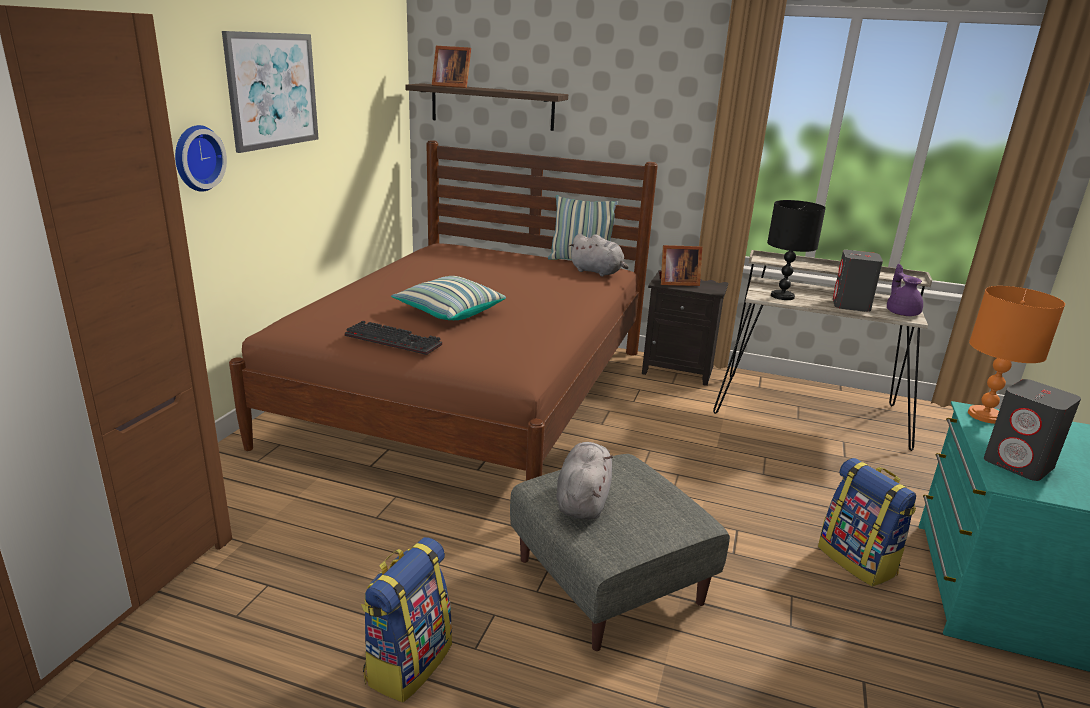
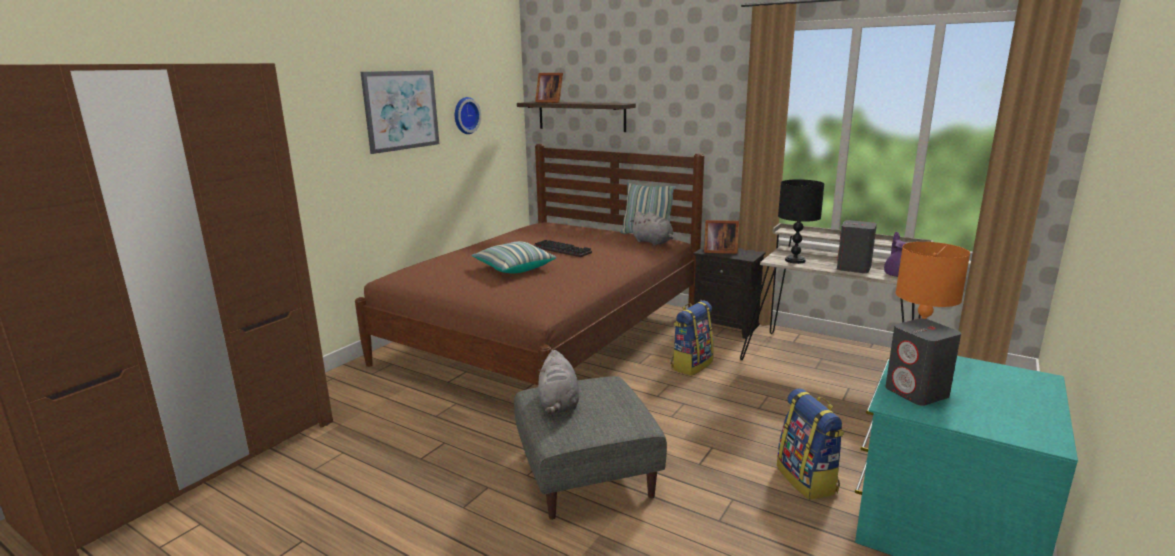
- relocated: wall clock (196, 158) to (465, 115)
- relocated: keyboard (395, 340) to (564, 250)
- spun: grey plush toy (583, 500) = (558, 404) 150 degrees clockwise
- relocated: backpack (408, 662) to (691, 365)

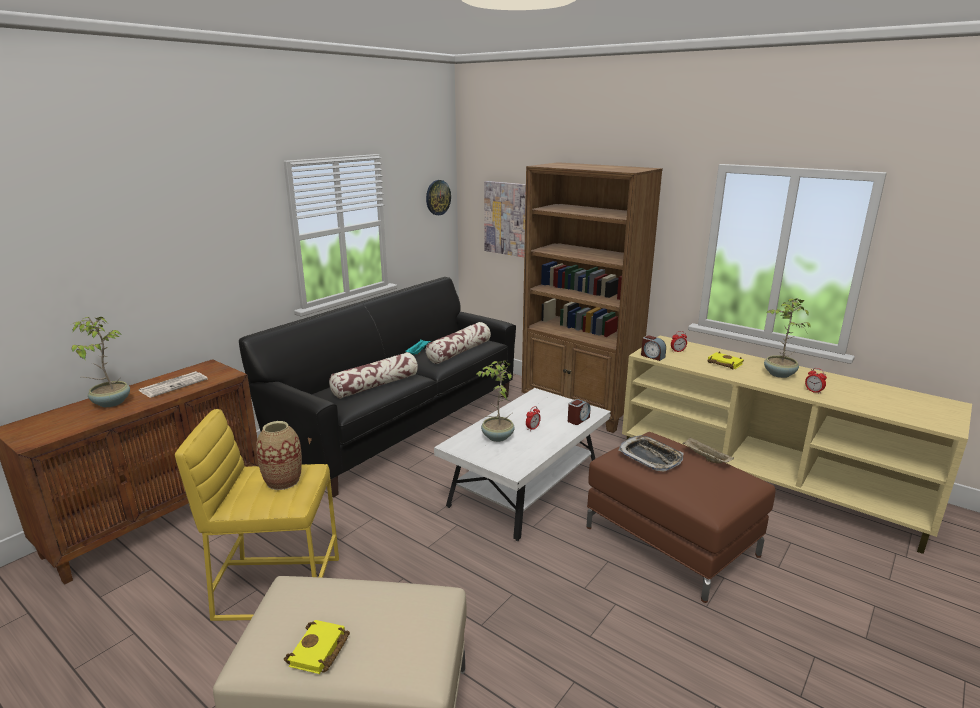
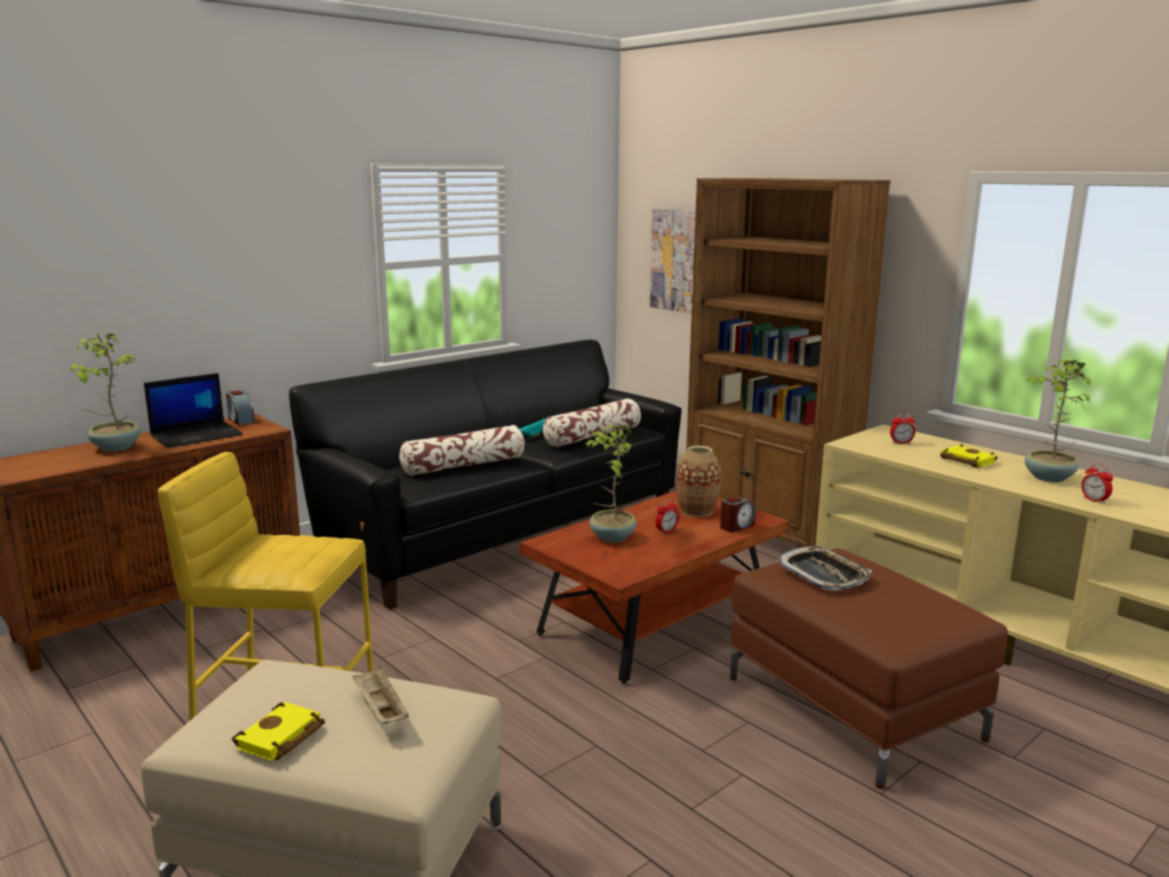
- missing: wall clock (437, 197)
- relocated: alarm clock (652, 356) to (240, 420)
- exchanged: newspaper (174, 385) to laptop (197, 435)
- colour: white coffee table (525, 489) to brown coffee table (656, 624)
- relocated: vase (283, 481) to (697, 511)
- relocated: beige tray (705, 458) to (380, 710)

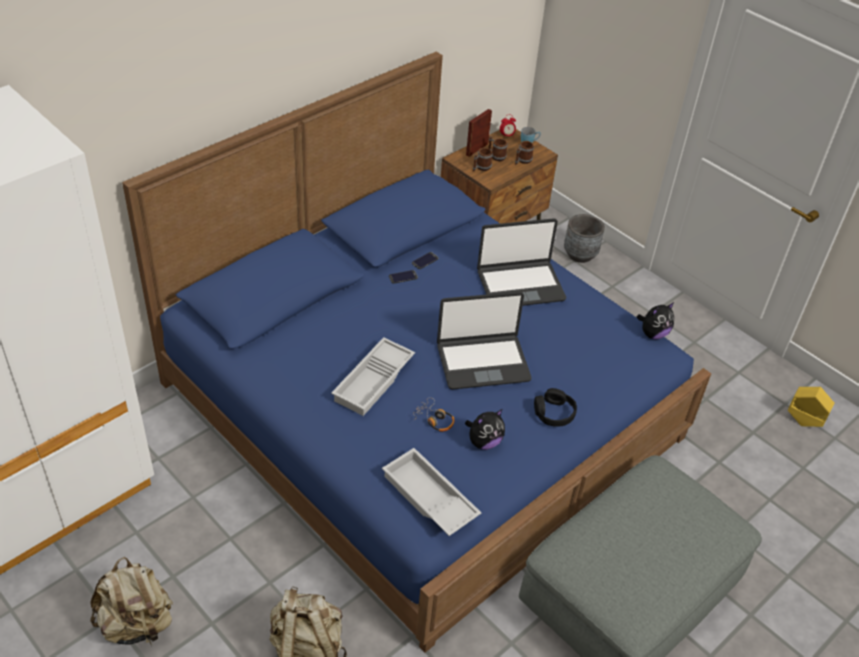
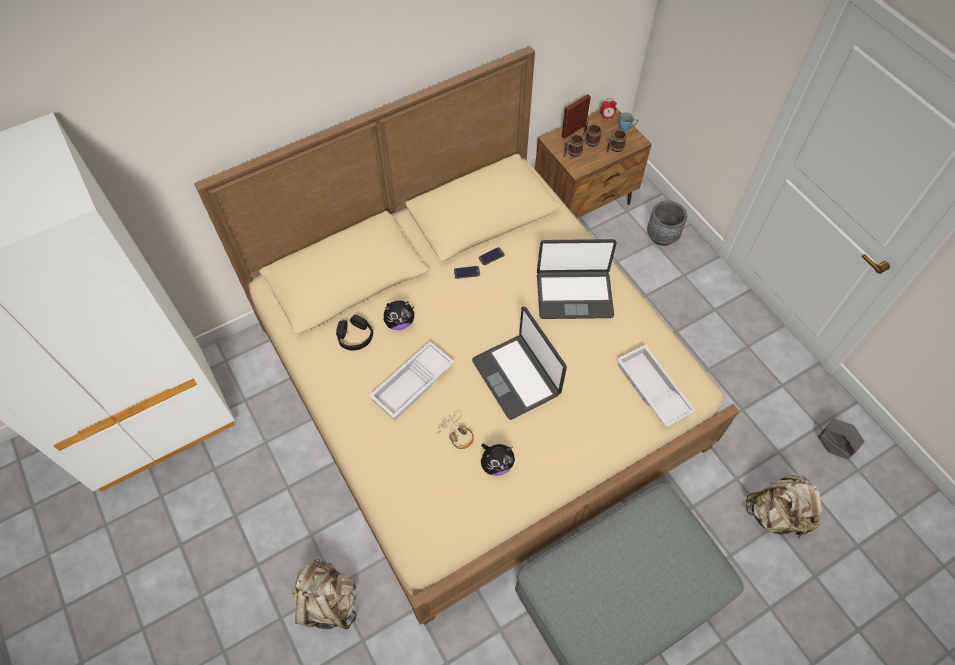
- colour: blue bed (421, 409) to beige bed (476, 383)
- spun: laptop (482, 362) = (517, 377) 60 degrees clockwise
- relocated: plush toy (653, 334) to (399, 322)
- colour: yellow planter (803, 421) to grey planter (832, 447)
- relocated: black headphones (554, 413) to (355, 336)
- relocated: white tray (428, 498) to (651, 389)
- relocated: beige backpack (137, 624) to (776, 514)

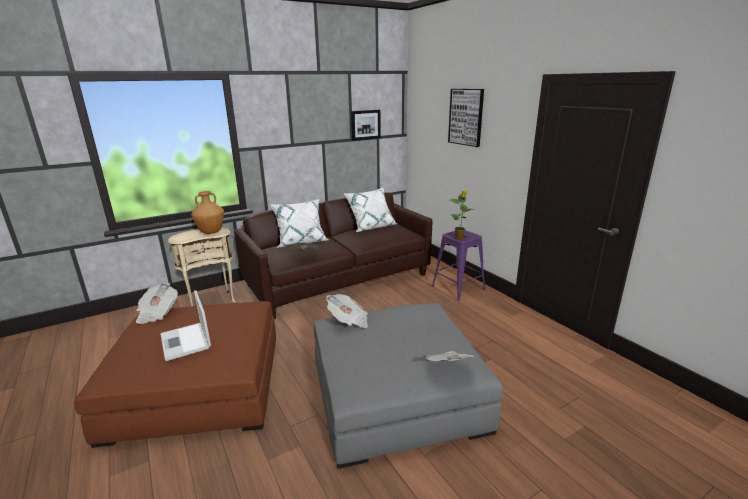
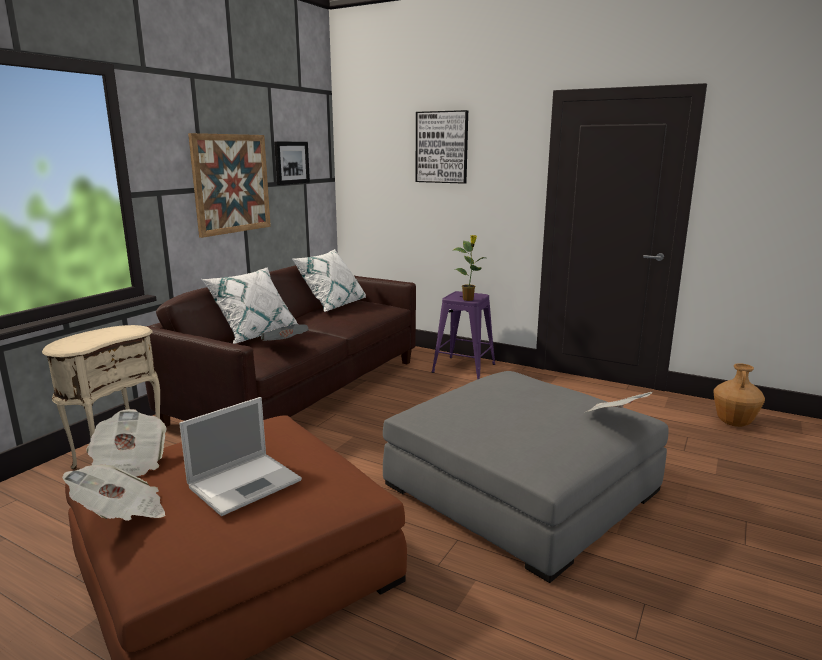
- relocated: brown vase (211, 232) to (733, 423)
- spun: laptop (186, 342) = (246, 482) 75 degrees counterclockwise
- relocated: newspaper (349, 321) to (121, 514)
- appeared: picture (231, 184)

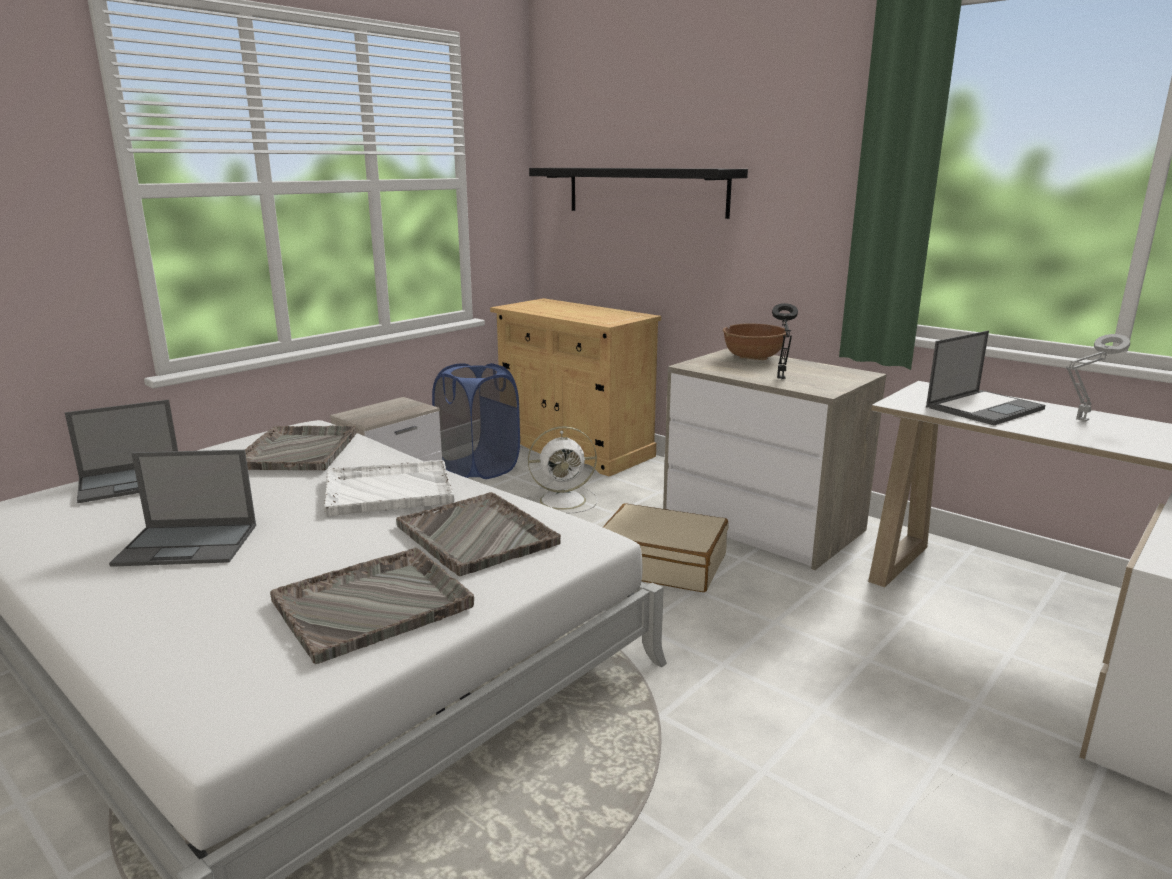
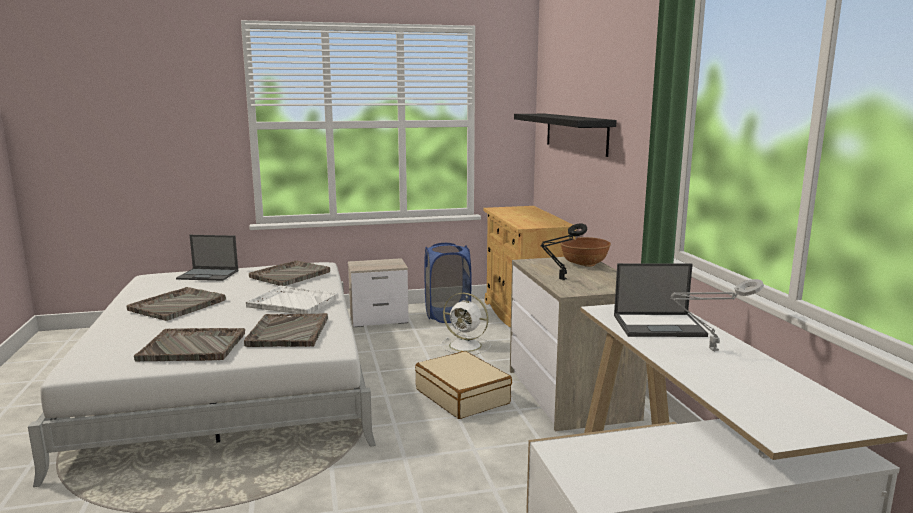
- exchanged: laptop (189, 544) to grey tray (178, 305)

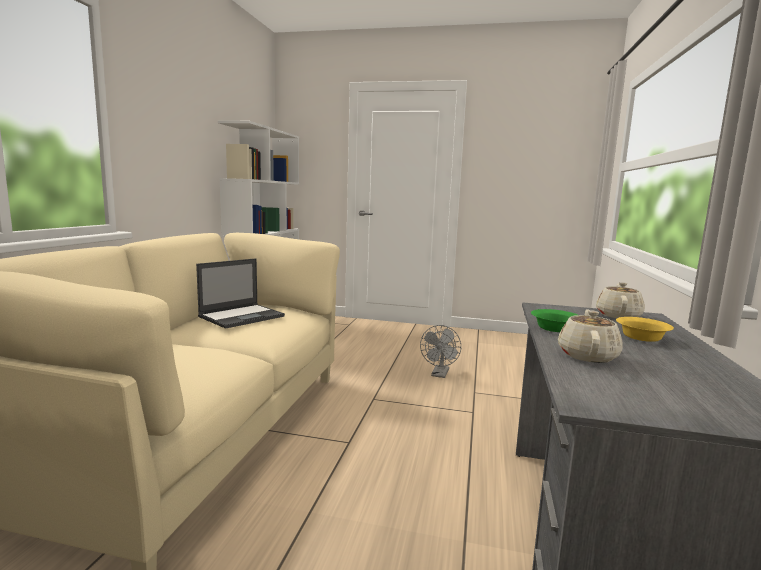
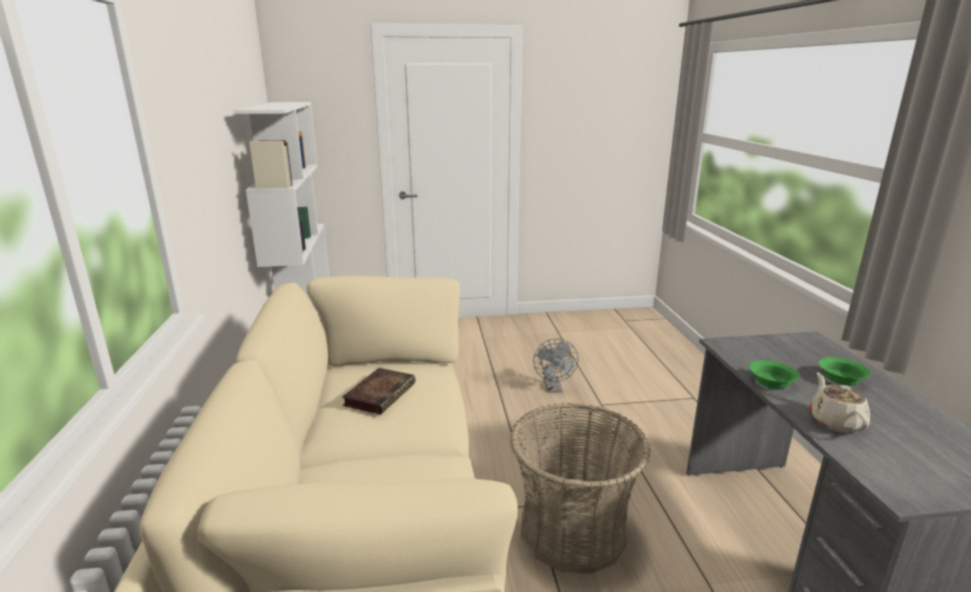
- exchanged: laptop (242, 316) to book (380, 393)
- missing: beige teapot (618, 315)
- colour: yellow bowl (643, 337) to green bowl (842, 379)
- appeared: basket (572, 530)

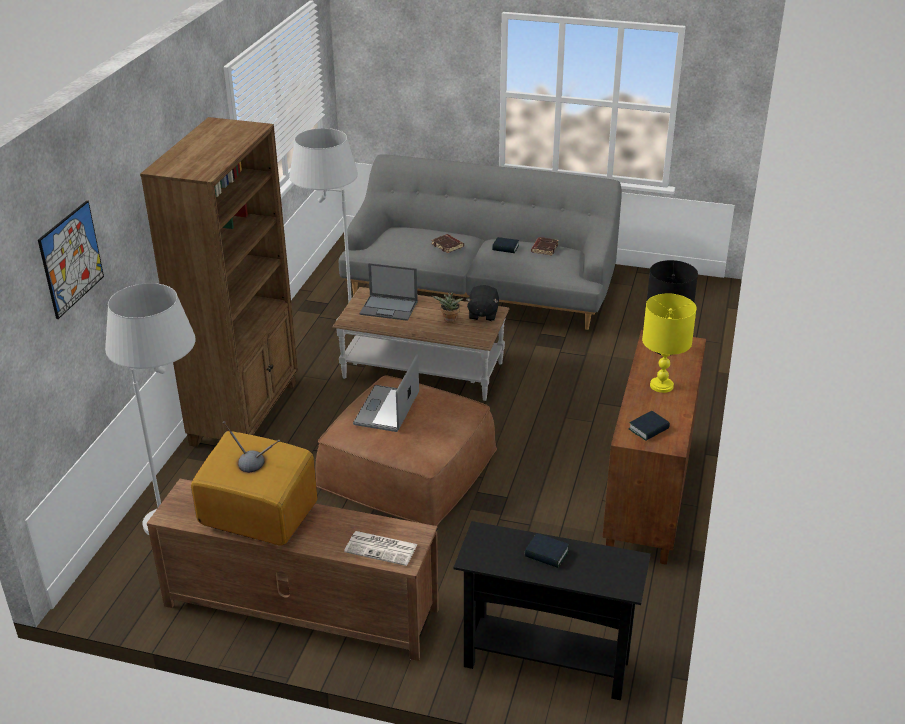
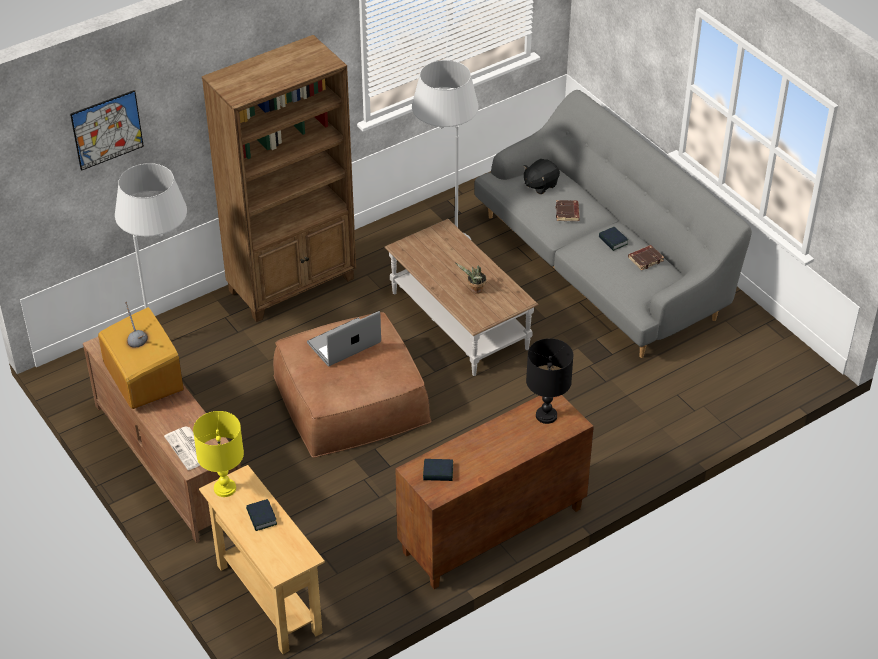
- missing: laptop (389, 308)
- relocated: black plush toy (482, 314) to (540, 185)
- relocated: yellow table lamp (661, 386) to (224, 489)
- colour: black console table (546, 662) to beige console table (269, 598)

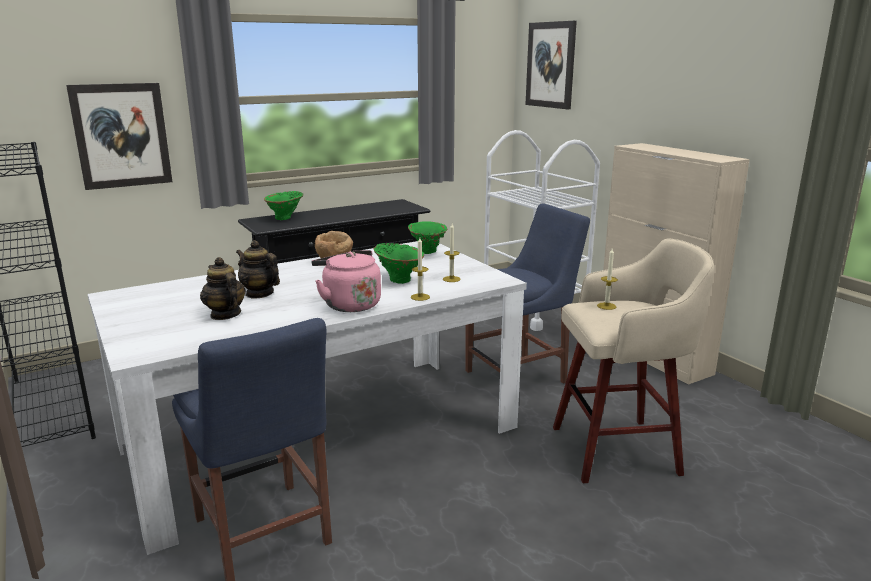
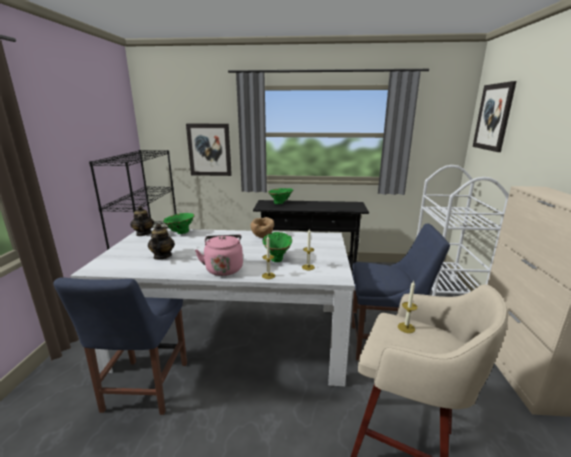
- relocated: green vase (427, 252) to (180, 233)
- relocated: teapot (259, 294) to (143, 234)

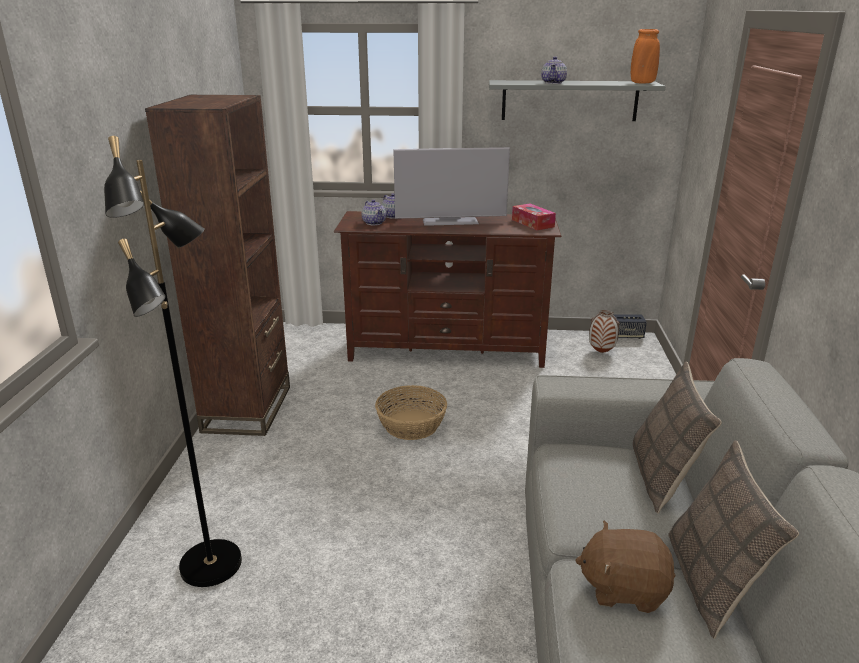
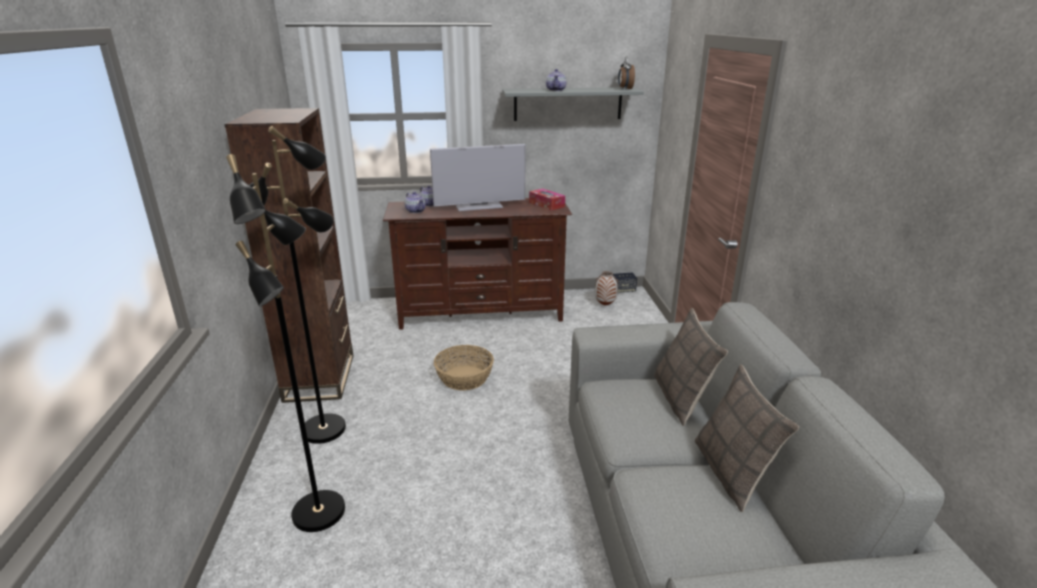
- exchanged: orange vase (642, 83) to alarm clock (625, 89)
- missing: brown plush toy (623, 588)
- appeared: black floor lamp (324, 428)

